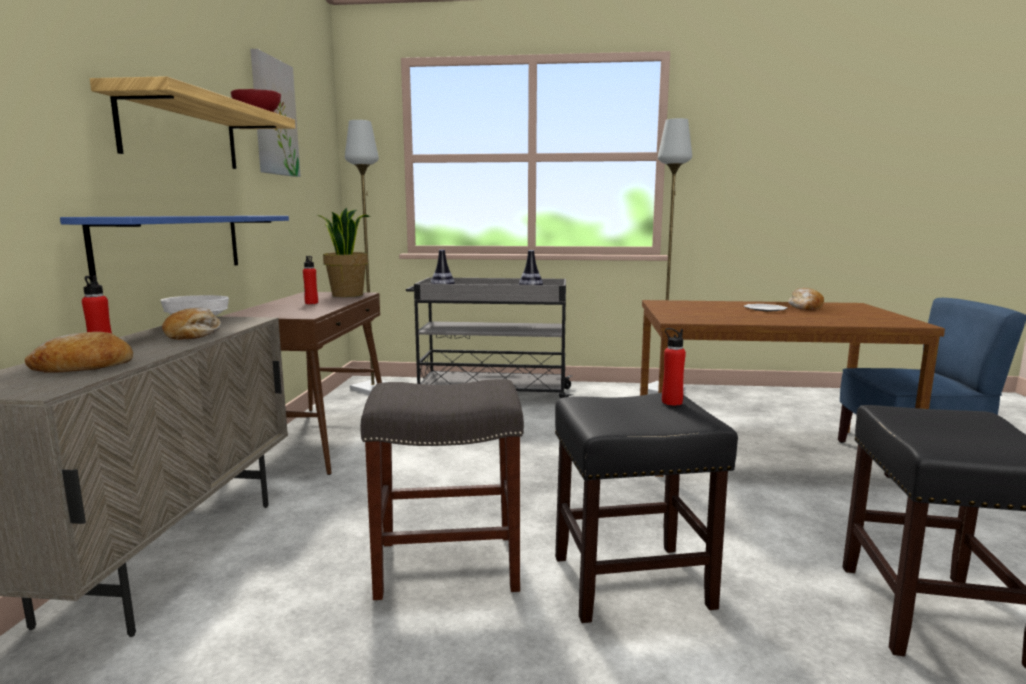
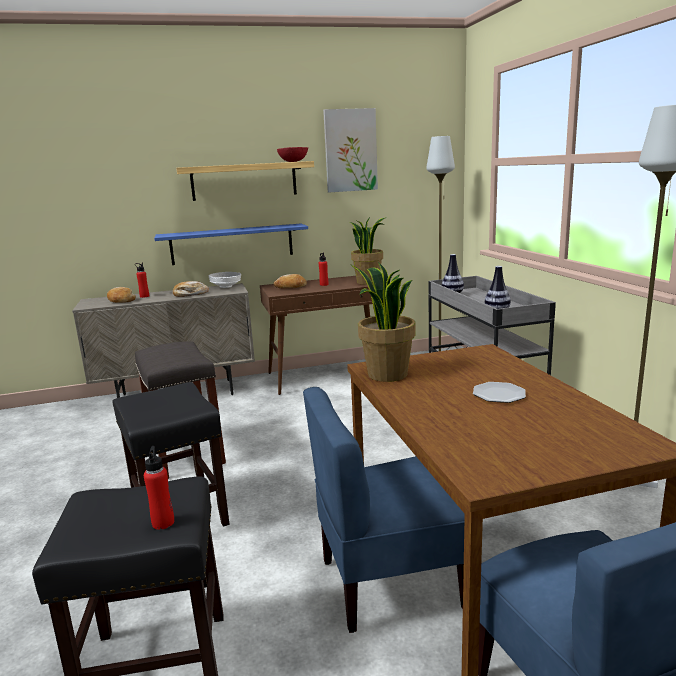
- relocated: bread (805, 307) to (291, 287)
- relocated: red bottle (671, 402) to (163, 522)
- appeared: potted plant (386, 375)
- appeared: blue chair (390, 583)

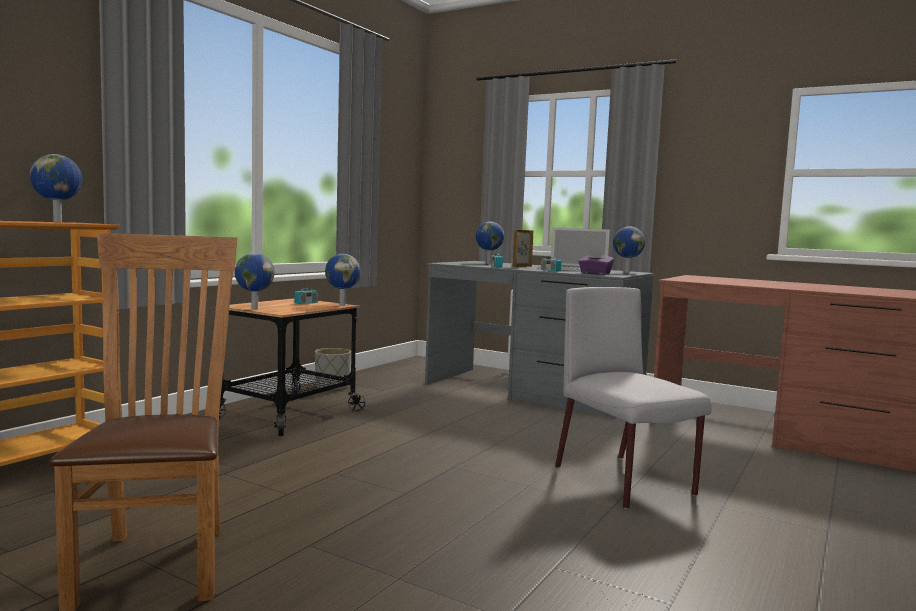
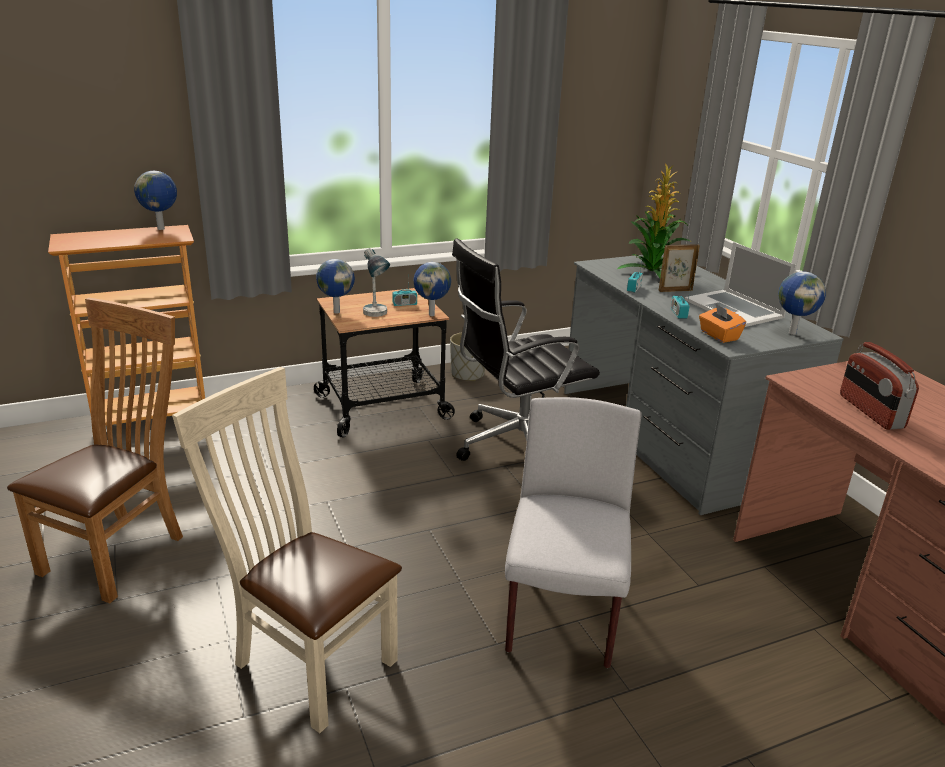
- exchanged: globe (488, 264) to potted plant (653, 271)
- colour: purple tissue box (595, 274) to orange tissue box (718, 336)
- appeared: black office chair (516, 446)
- appeared: table lamp (376, 316)
- appeared: radio (870, 411)
- appeared: beige chair (307, 660)

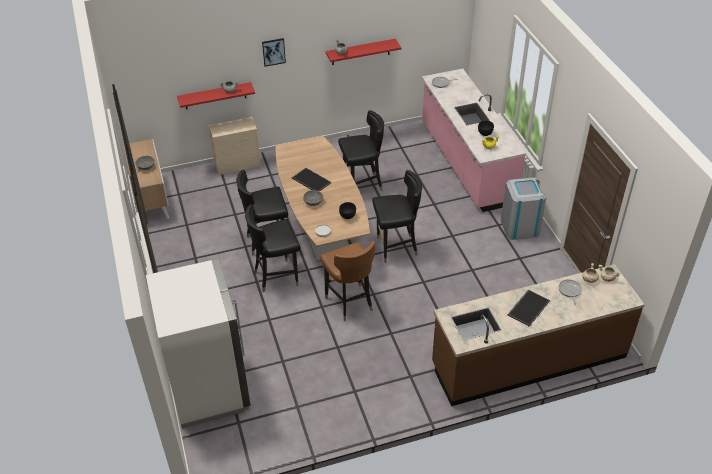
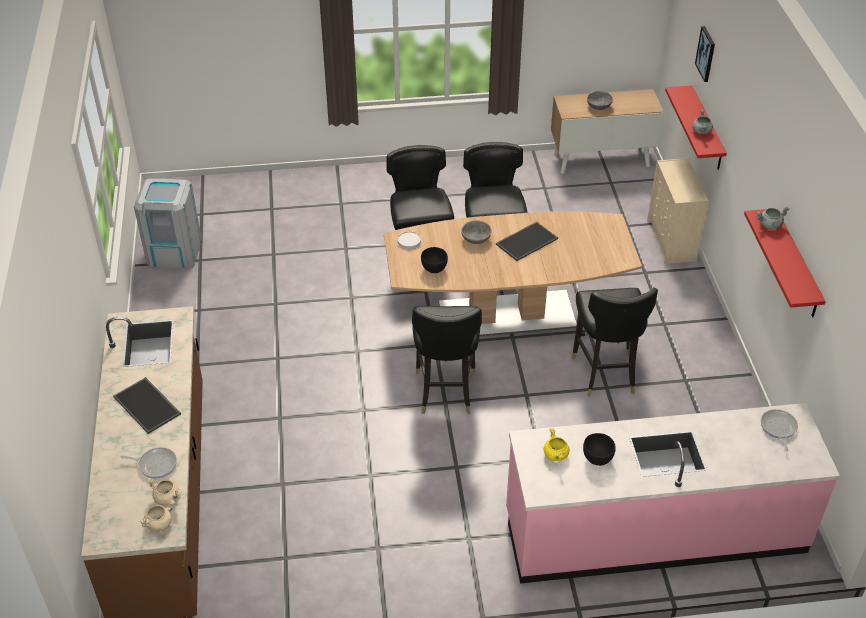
- relocated: picture (273, 51) to (706, 54)
- relocated: grey trash can (519, 227) to (174, 252)
- missing: brown chair (349, 302)
- missing: white fridge (209, 388)

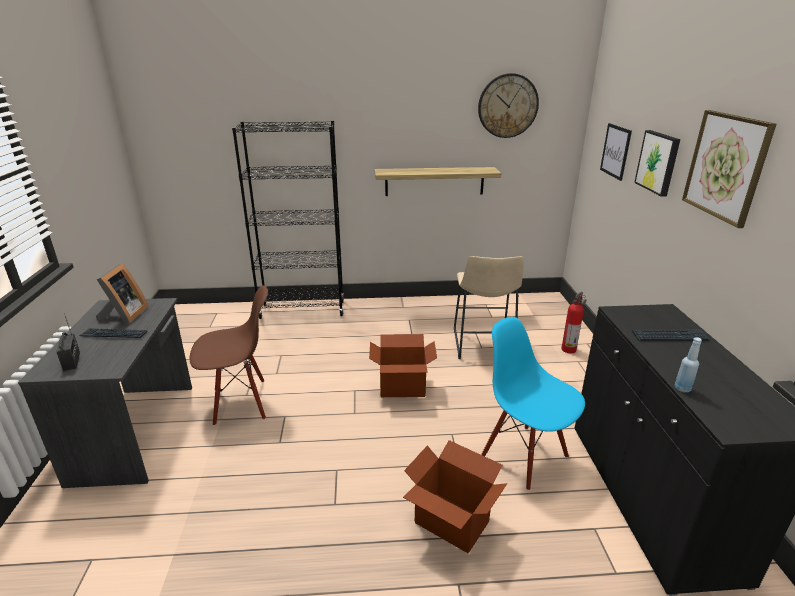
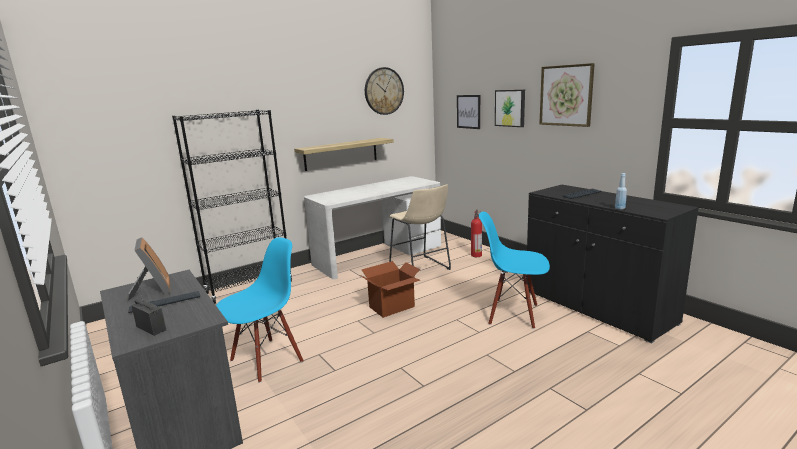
- colour: brown chair (240, 402) to blue chair (266, 360)
- missing: cardboard box (451, 523)
- appeared: white desk (378, 255)

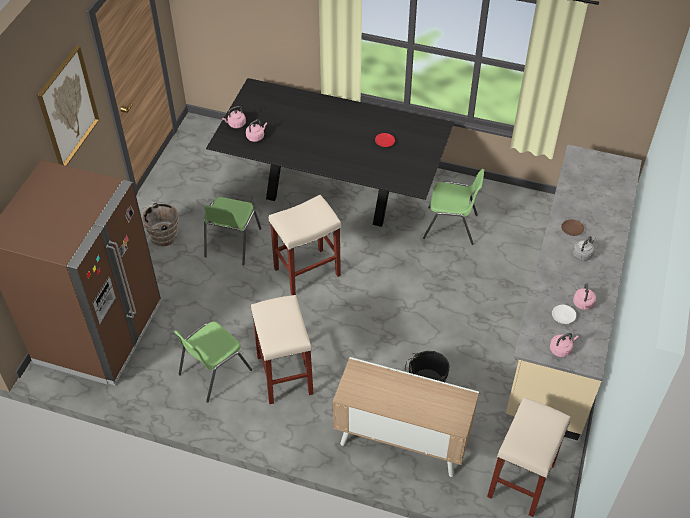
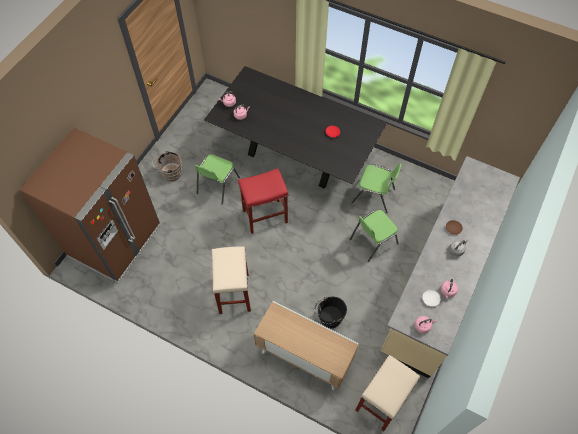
- missing: picture (67, 107)
- colour: beige stool (306, 272) to red stool (264, 216)
- relocated: green chair (213, 372) to (372, 241)

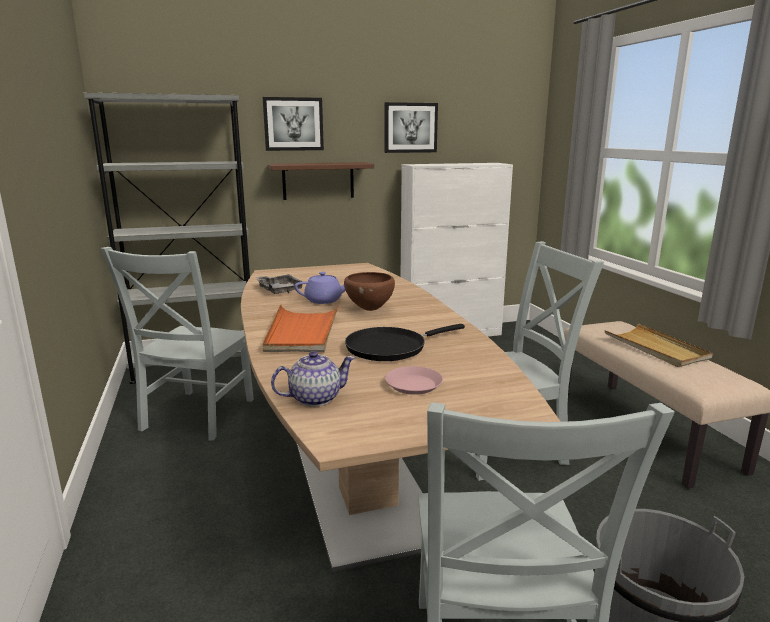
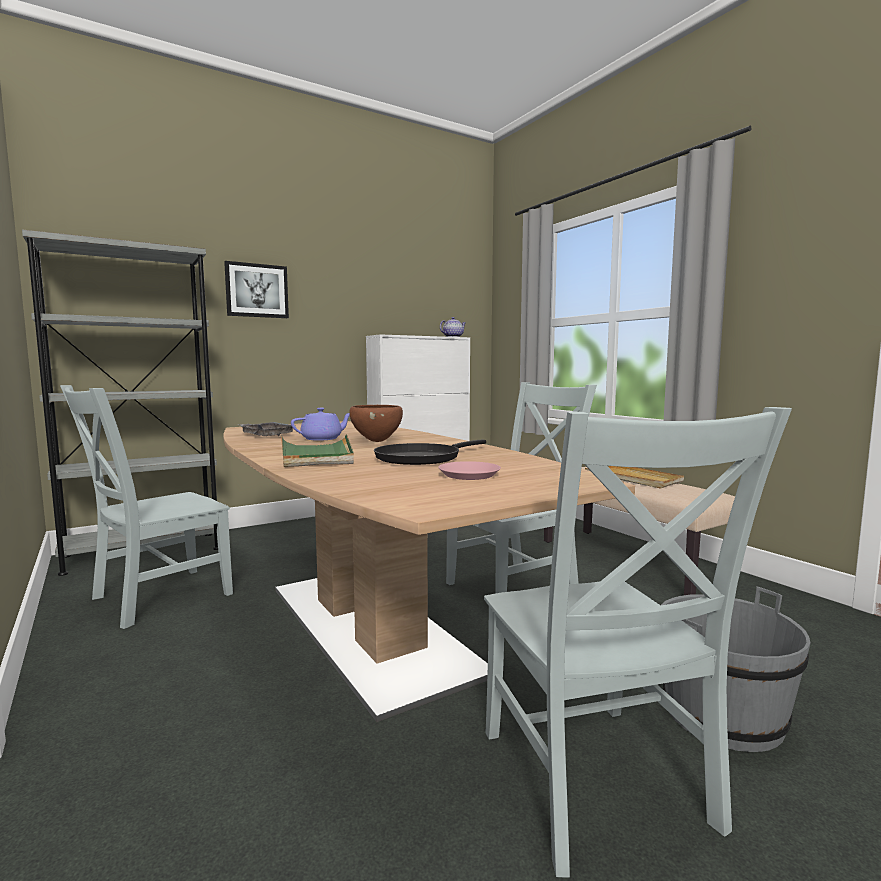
- missing: picture (410, 127)
- missing: brown shelf (318, 180)
- spun: grey chair (195, 416) = (156, 598) 45 degrees clockwise
- colour: orange tray (302, 332) to green tray (316, 455)
- relocated: teapot (314, 398) to (452, 337)

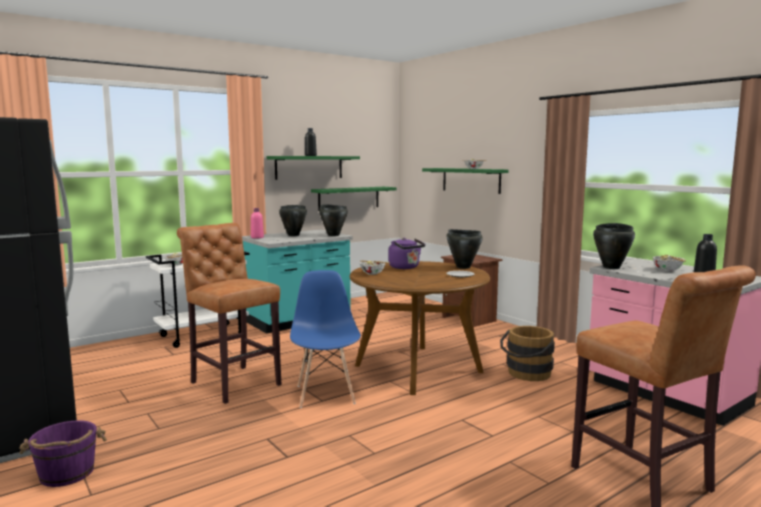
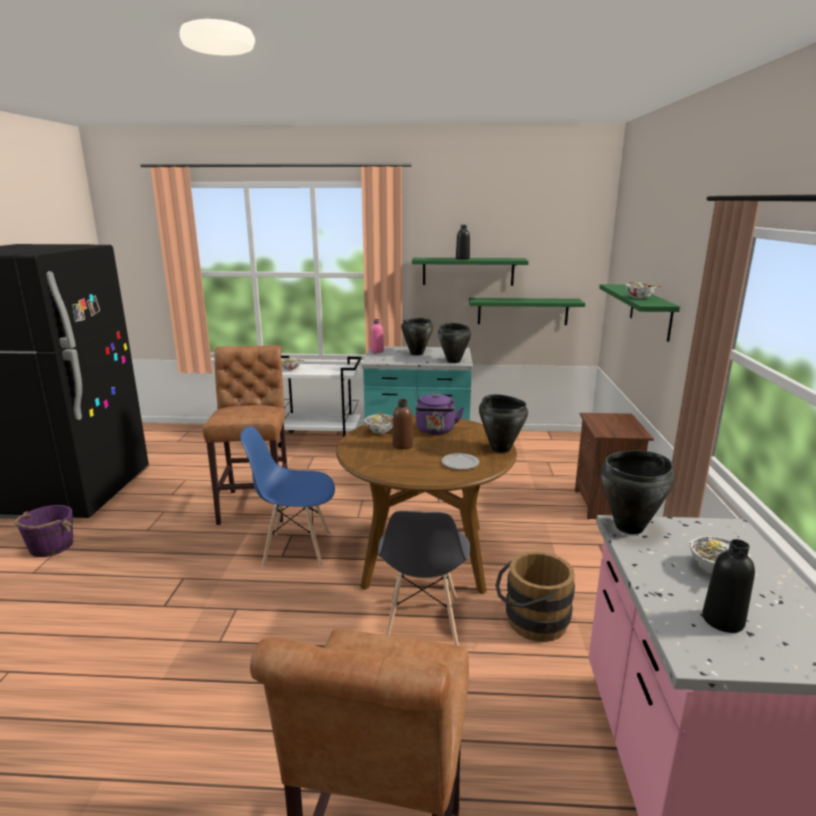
- spun: blue chair (326, 394) = (296, 549) 120 degrees counterclockwise
- appeared: brown bottle (402, 445)
- appeared: grey chair (422, 623)

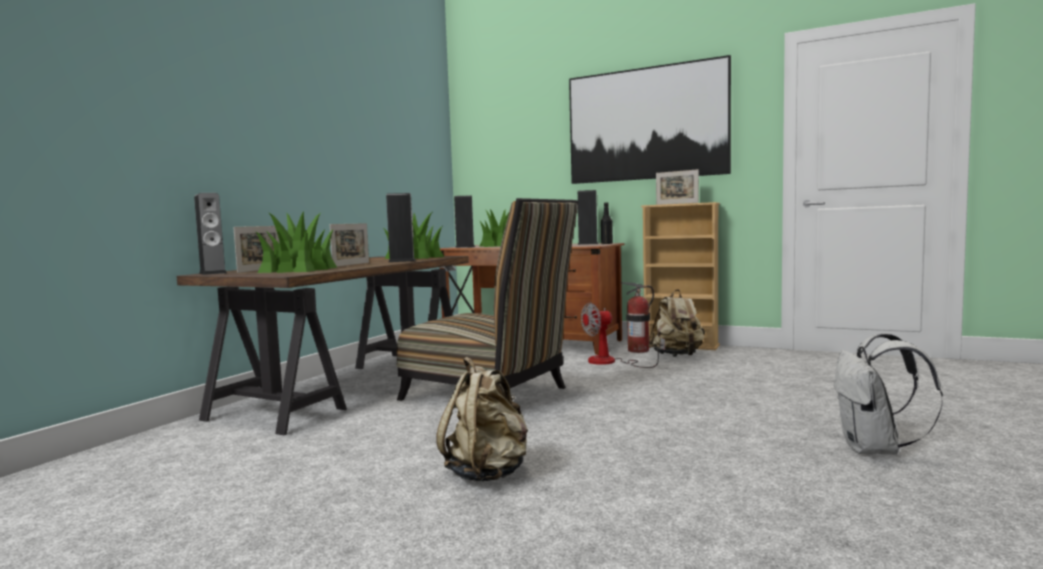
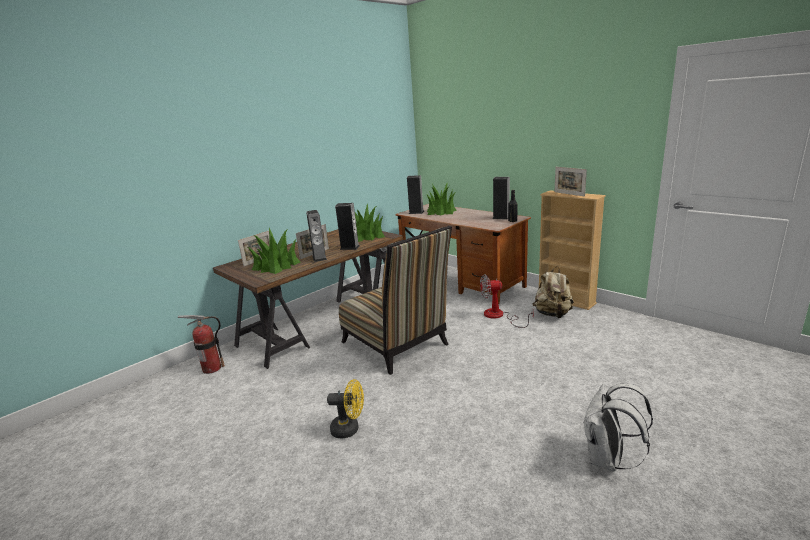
- missing: picture (646, 124)
- relocated: speaker (212, 273) to (319, 258)
- relocated: fire extinguisher (638, 350) to (212, 368)
- exchanged: beige backpack (488, 473) to yellow fan (349, 429)

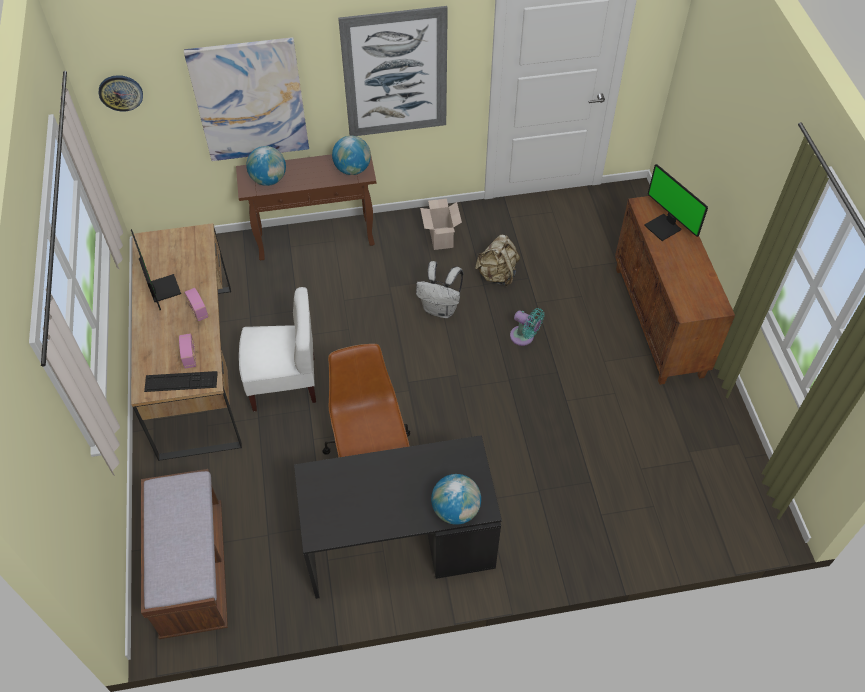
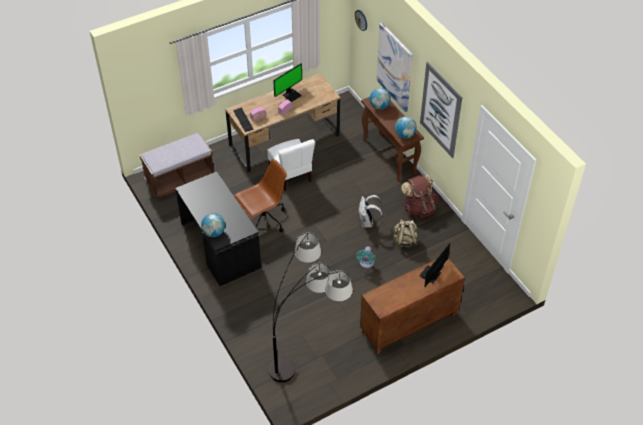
- exchanged: cardboard box (440, 238) to brown backpack (419, 208)
- appeared: floor lamp (309, 355)

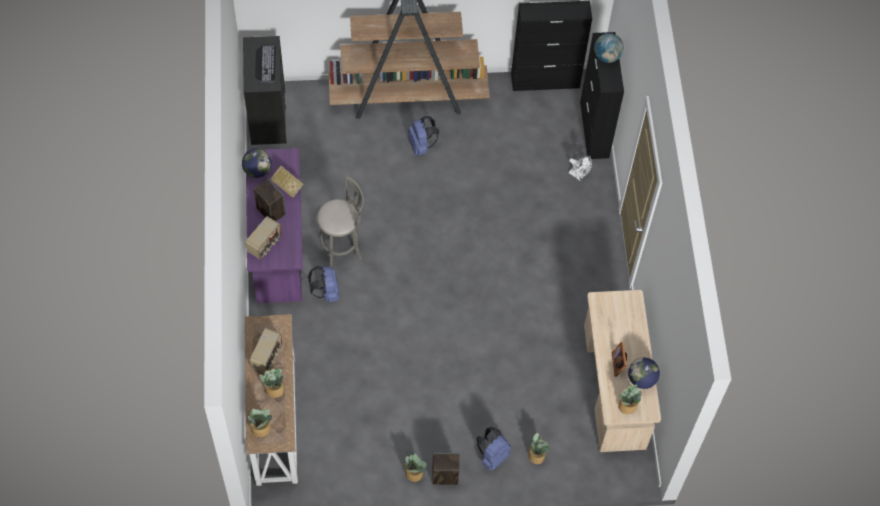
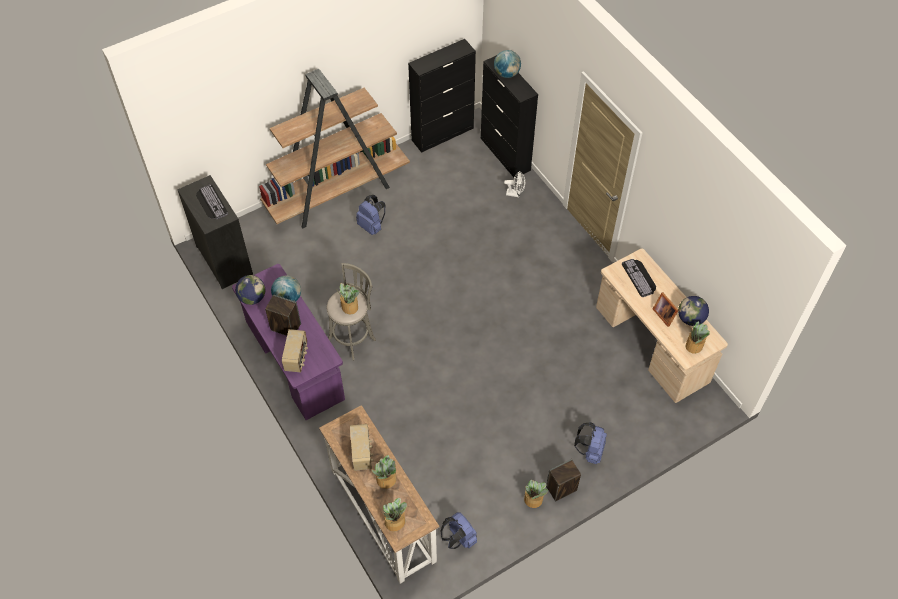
- exchanged: book (288, 185) to globe (288, 298)
- relocated: blue backpack (326, 292) to (459, 538)
- relocated: potted plant (536, 455) to (349, 306)
- appeared: keyboard (640, 277)

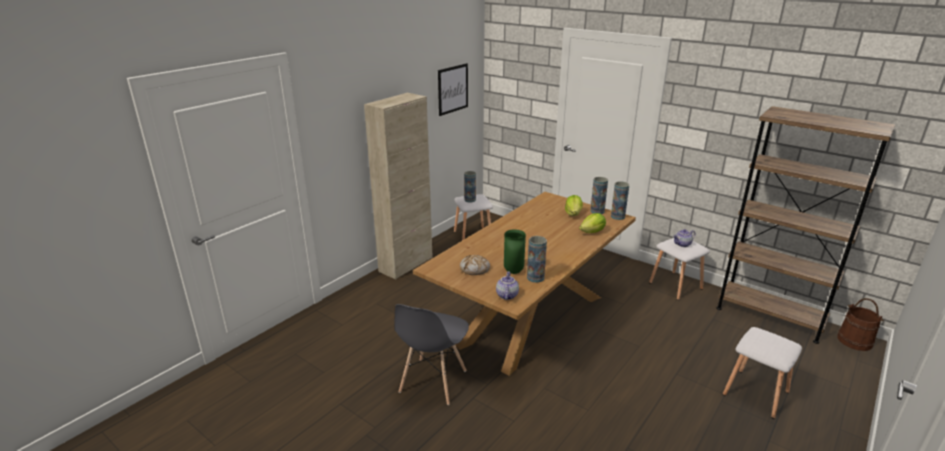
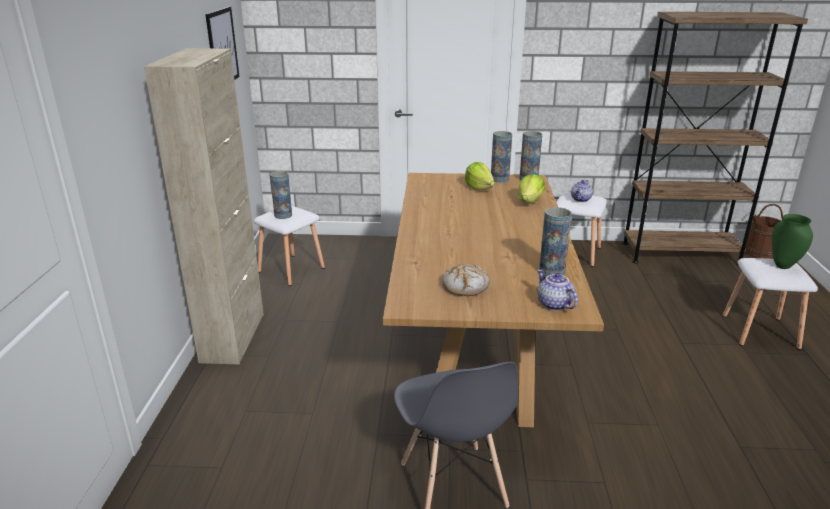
- relocated: green vase (513, 271) to (782, 266)

